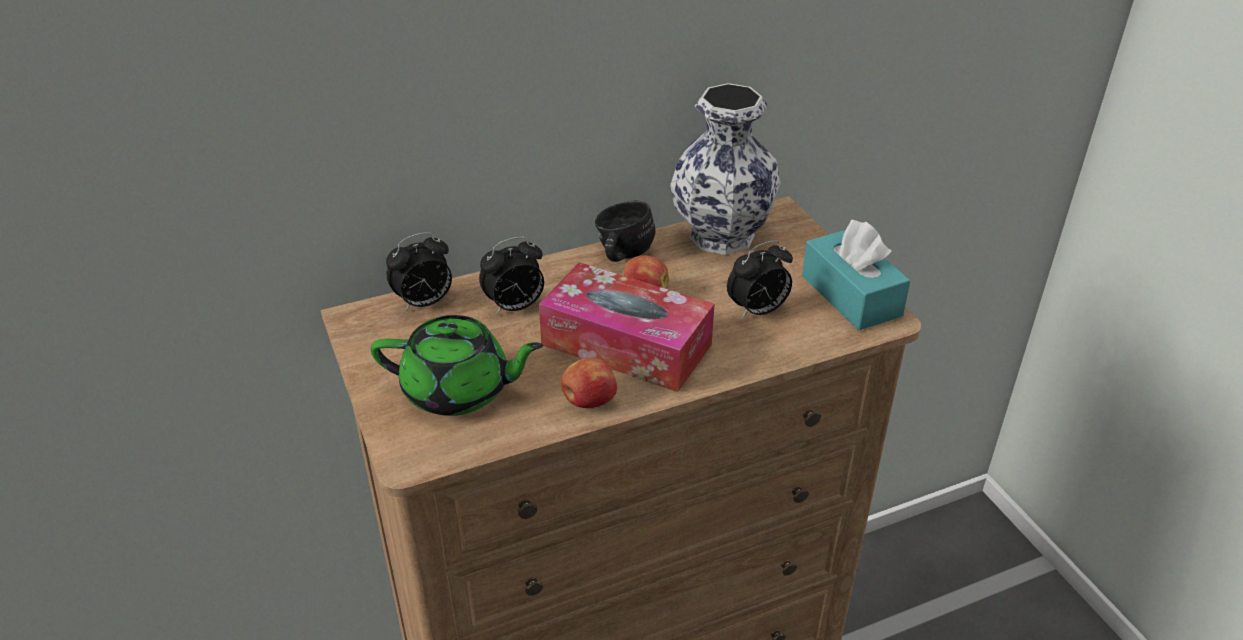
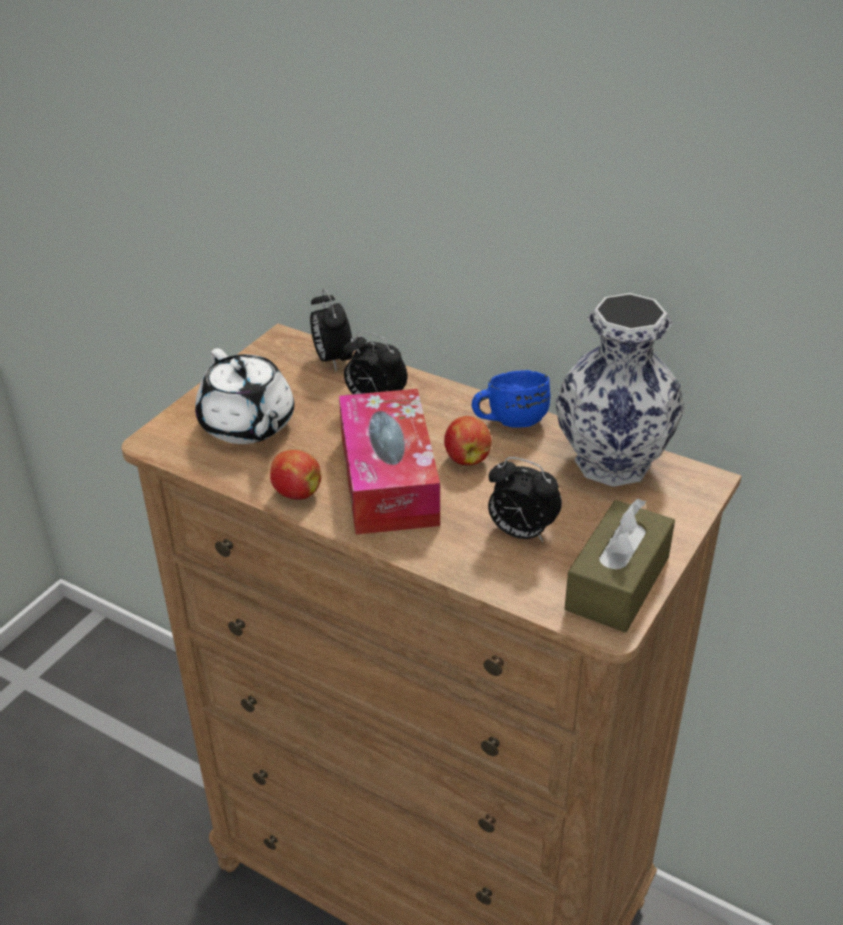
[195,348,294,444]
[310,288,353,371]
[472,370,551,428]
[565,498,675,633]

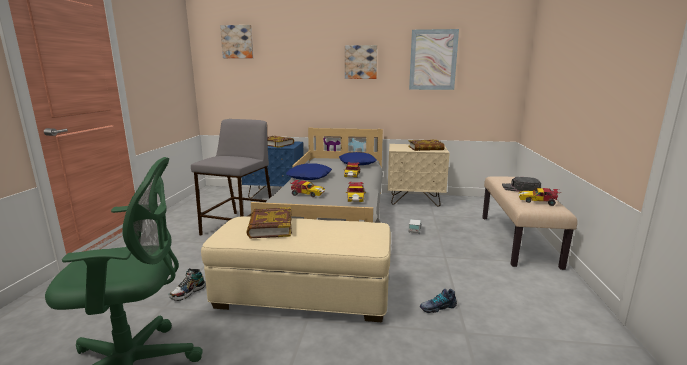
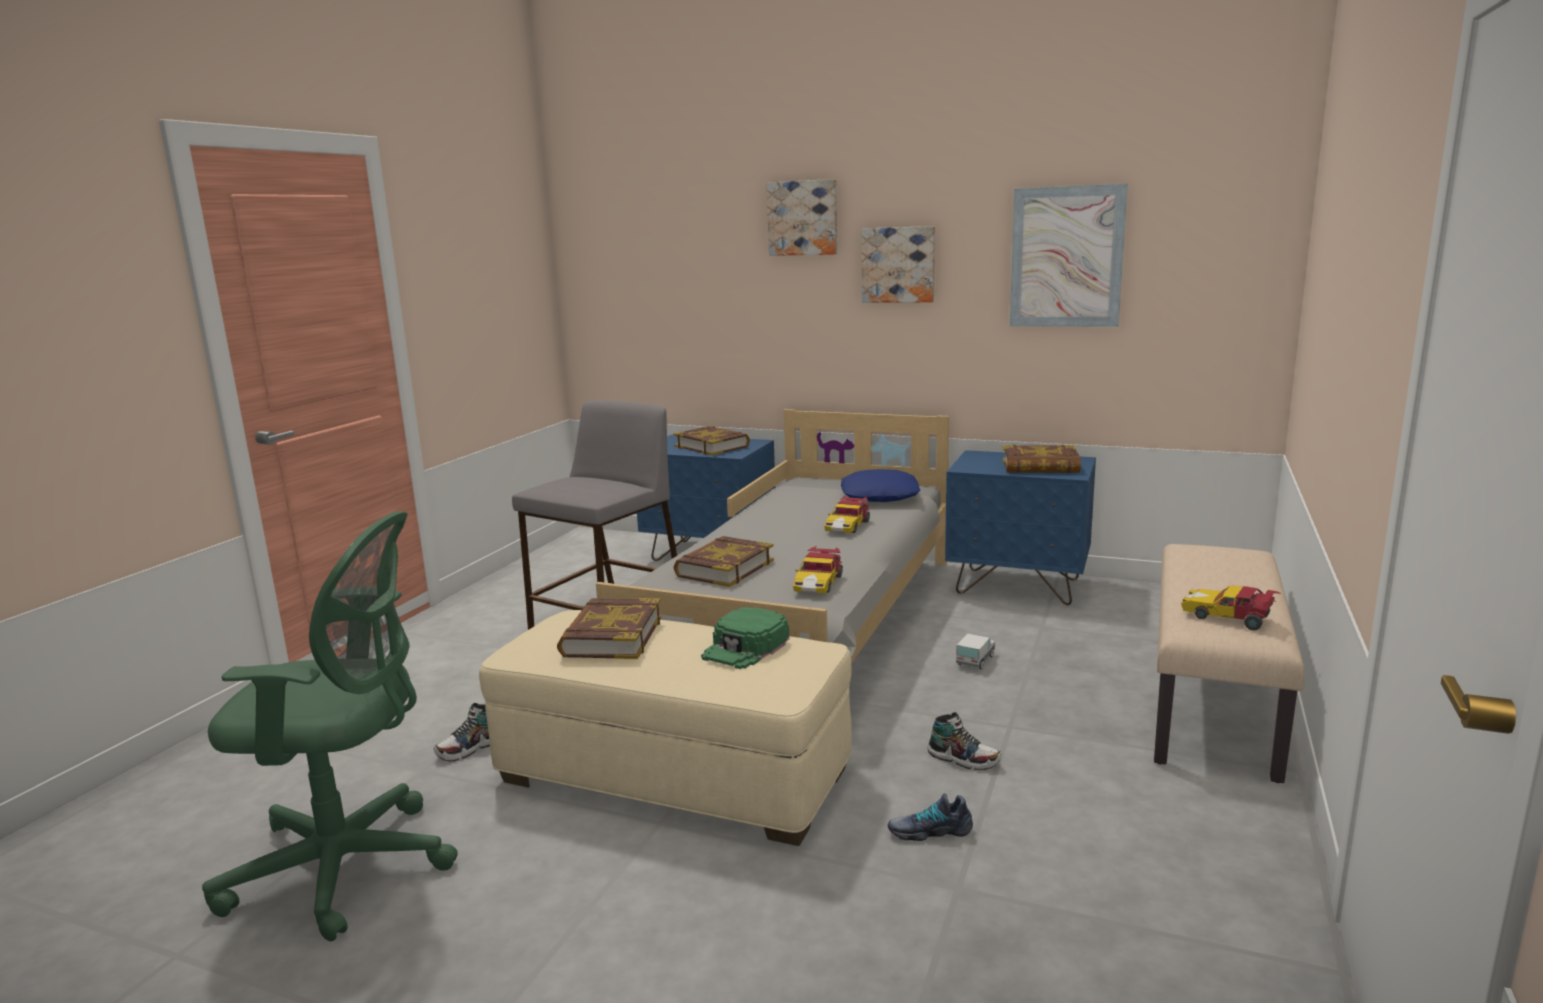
[766,179,838,256]
[286,163,332,180] (first image)
[674,536,774,587]
[945,450,1096,605]
[502,177,541,192] (first image)
[701,607,789,669]
[928,712,1002,770]

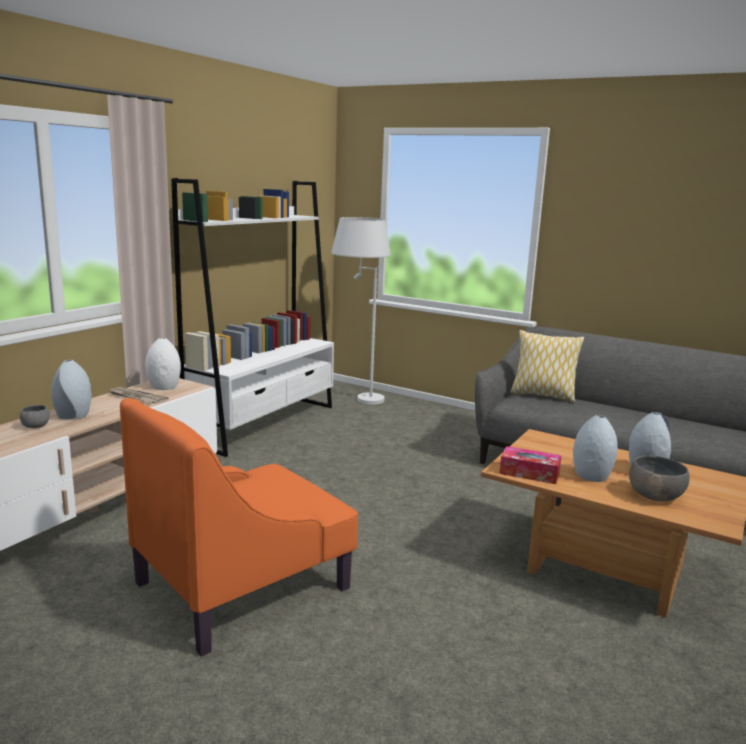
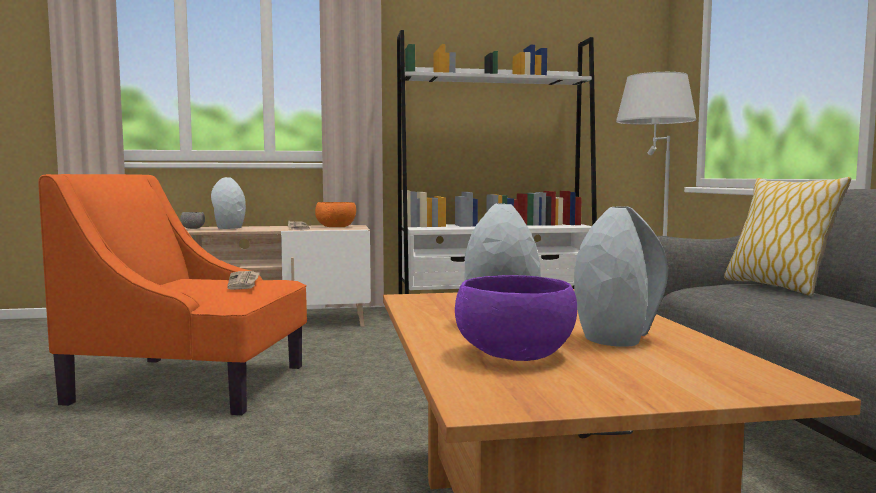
[315,202,356,227]
[499,446,561,484] (first image)
[455,275,577,361]
[227,271,260,290]

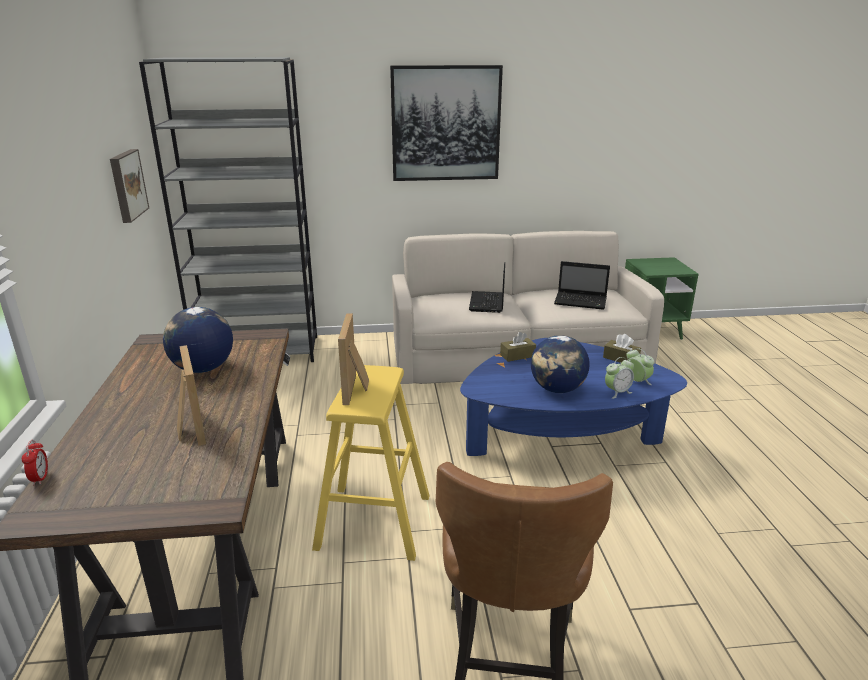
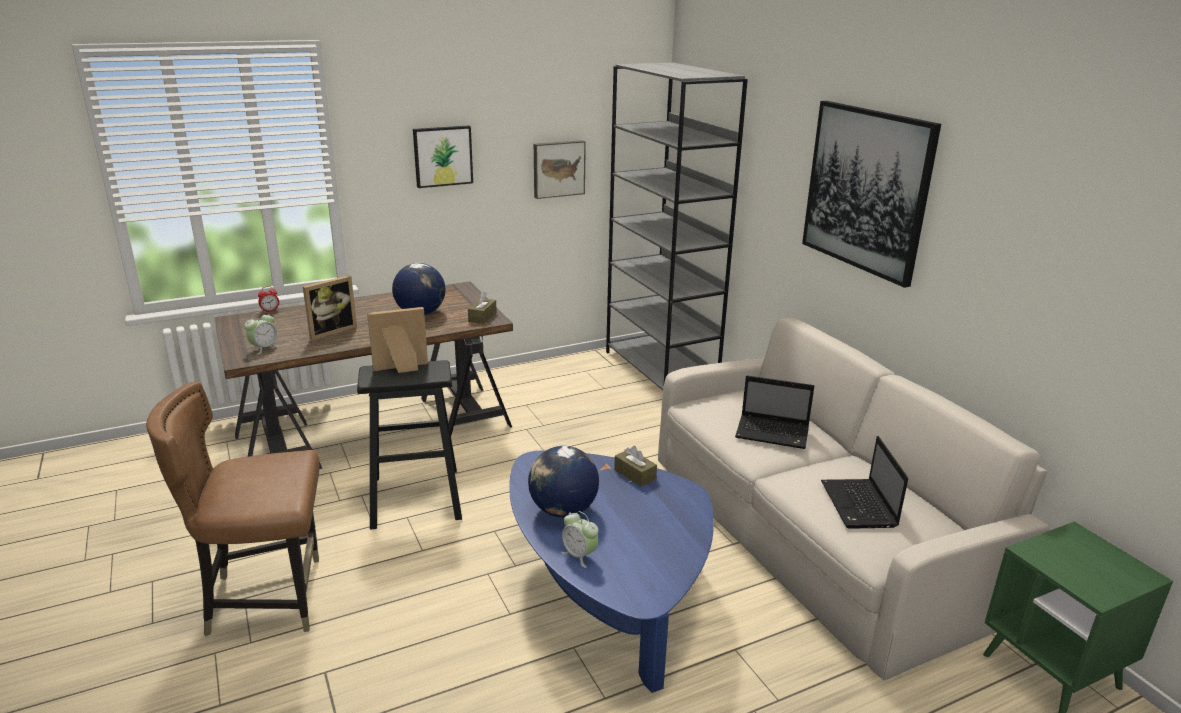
[357,360,462,530]
[735,376,814,449]
[468,292,497,324]
[244,312,279,355]
[413,125,473,188]

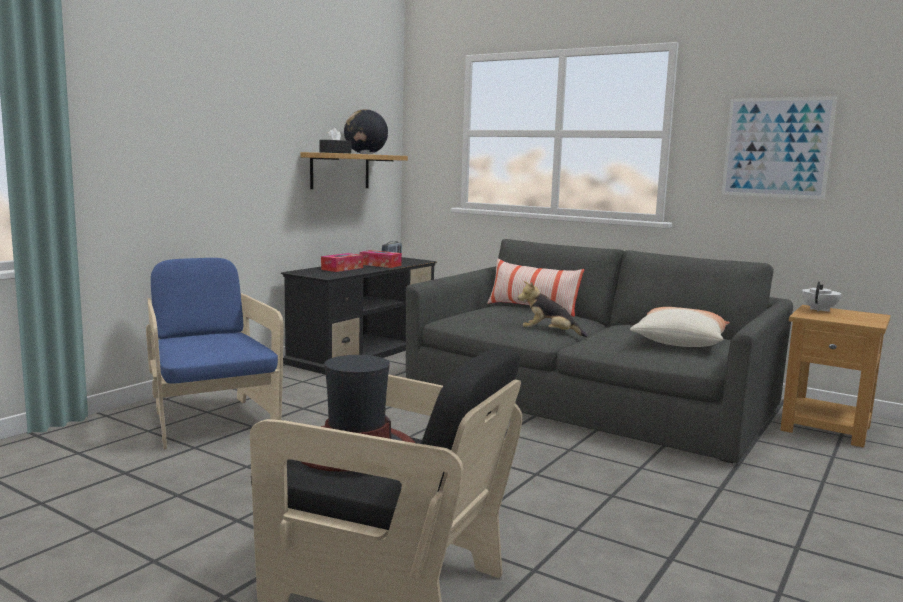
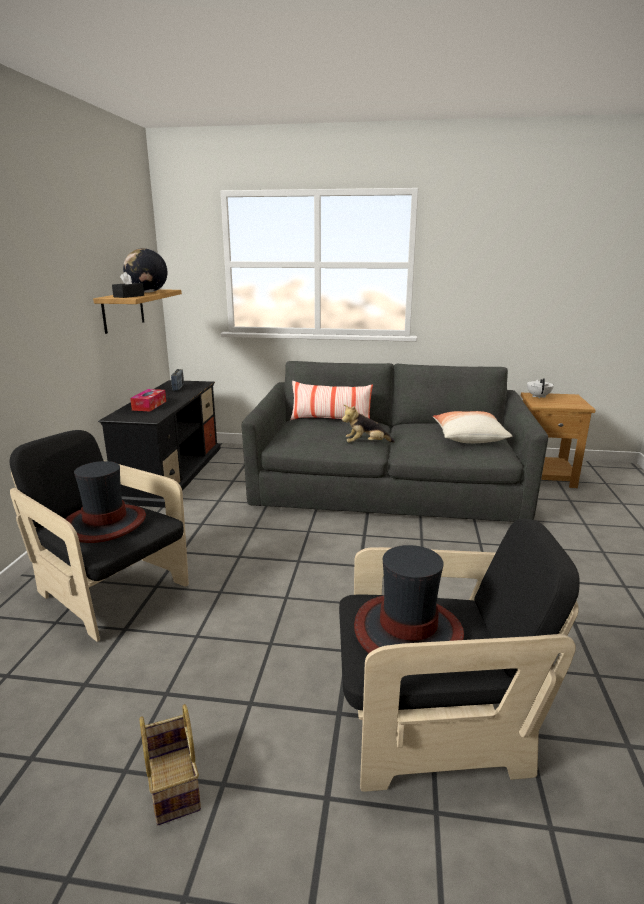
[9,430,189,642]
[360,250,402,268] (first image)
[721,96,837,199] (first image)
[65,461,146,543]
[140,704,201,825]

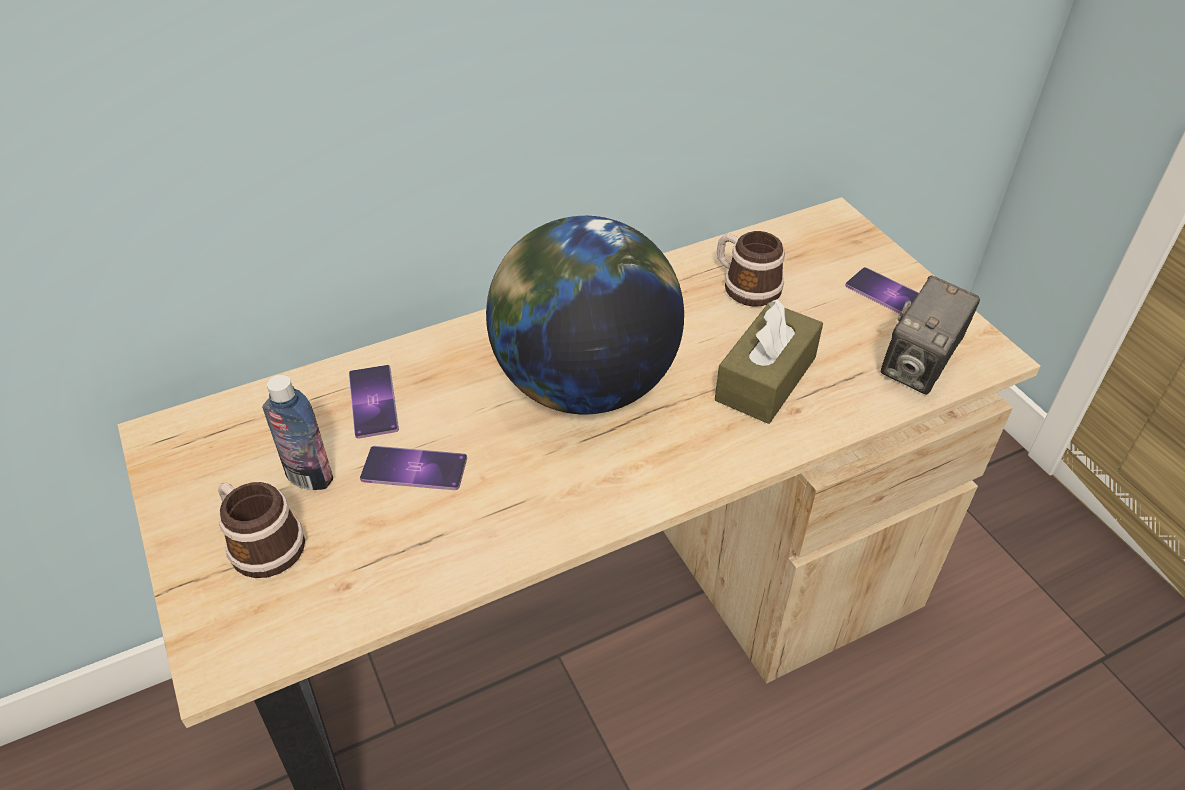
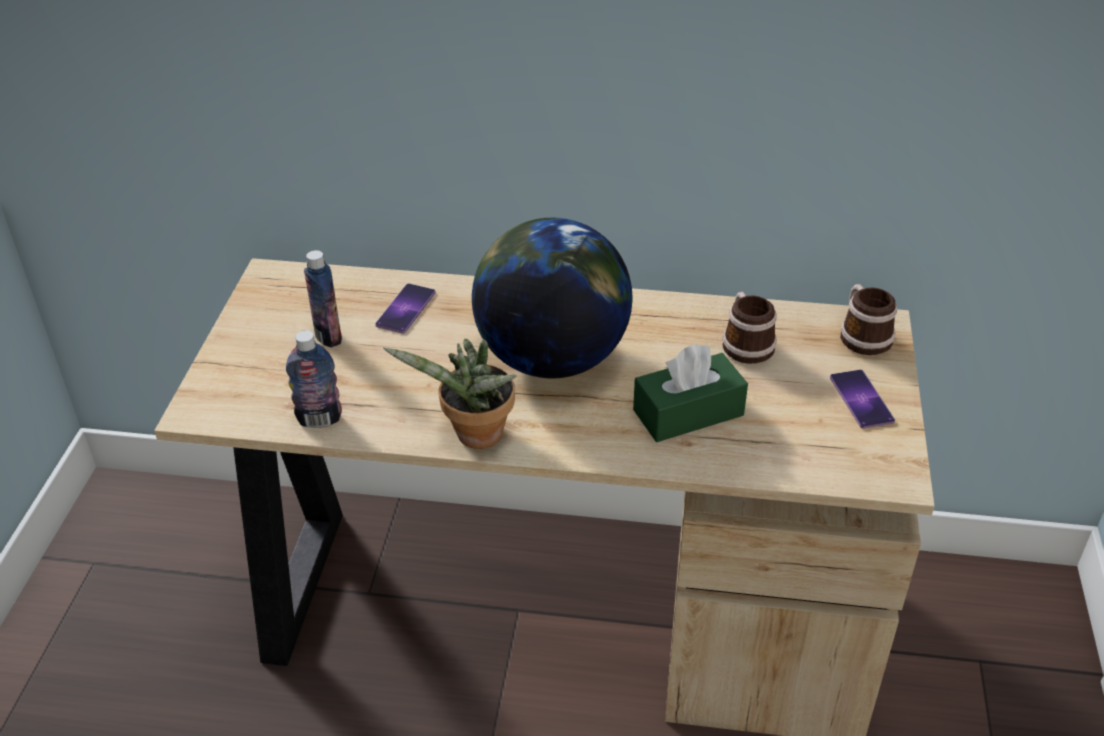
[840,284,897,355]
[360,446,467,490] (first image)
[633,344,748,442]
[881,275,980,395] (first image)
[286,330,342,428]
[383,339,517,449]

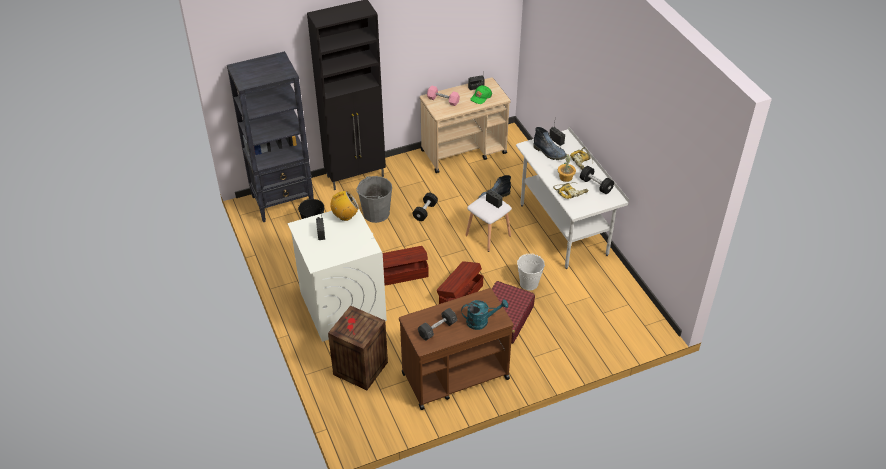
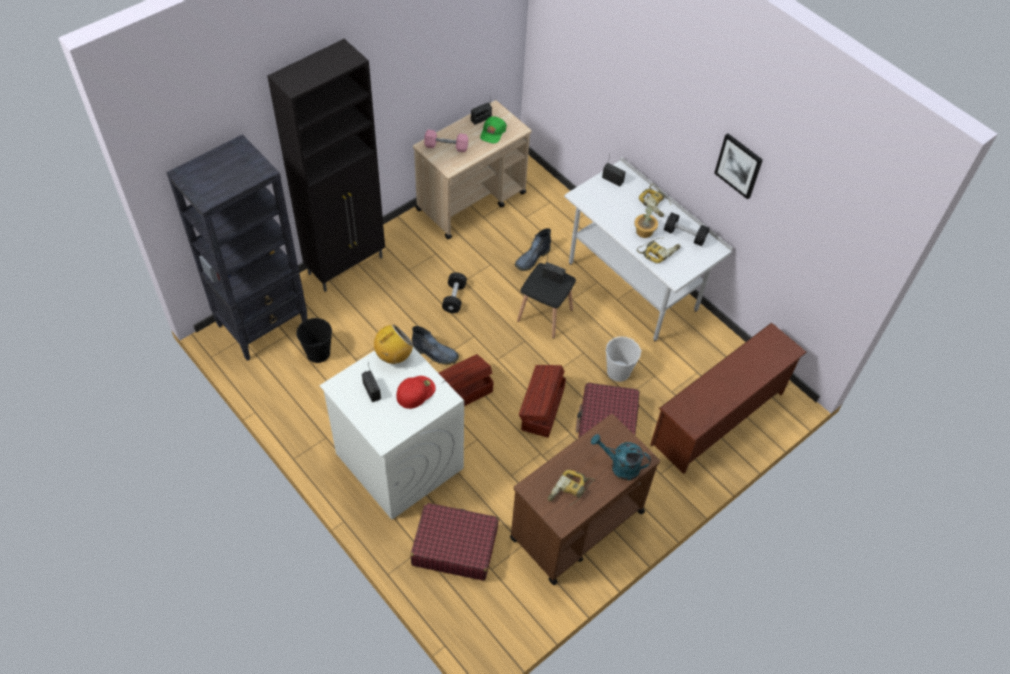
[410,503,499,581]
[356,176,392,223] (first image)
[548,470,595,506]
[591,434,651,480]
[517,263,576,339]
[412,326,459,364]
[396,376,436,409]
[650,323,807,474]
[714,133,763,200]

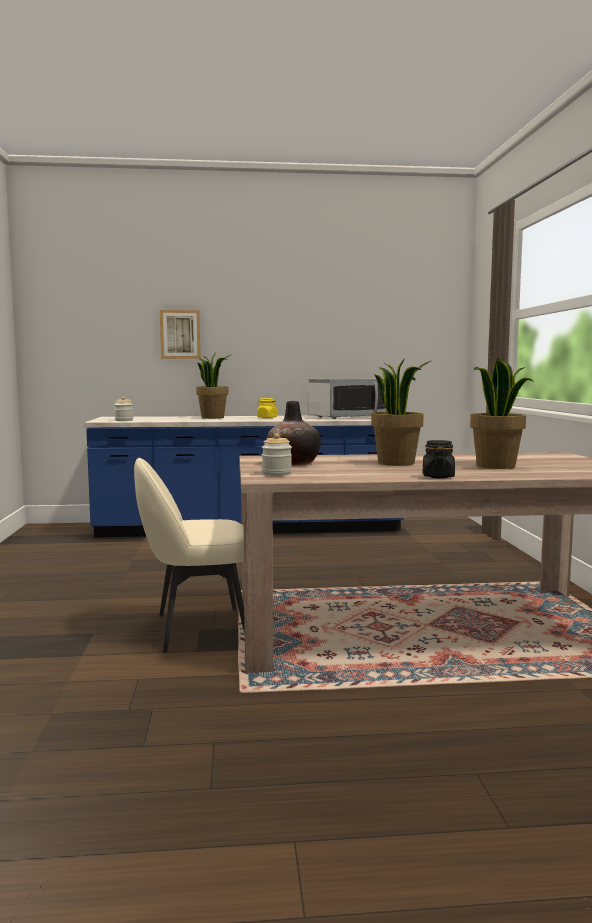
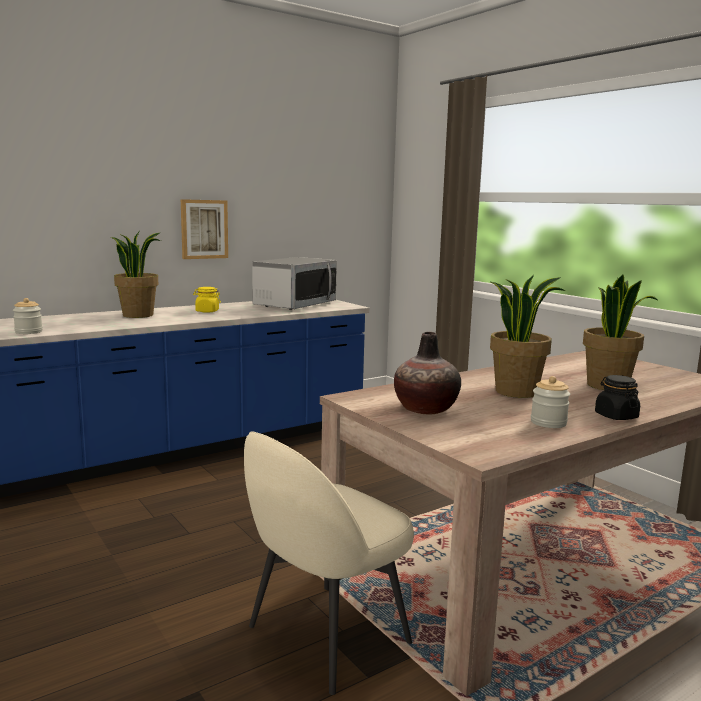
[181,199,228,259]
[531,376,570,428]

